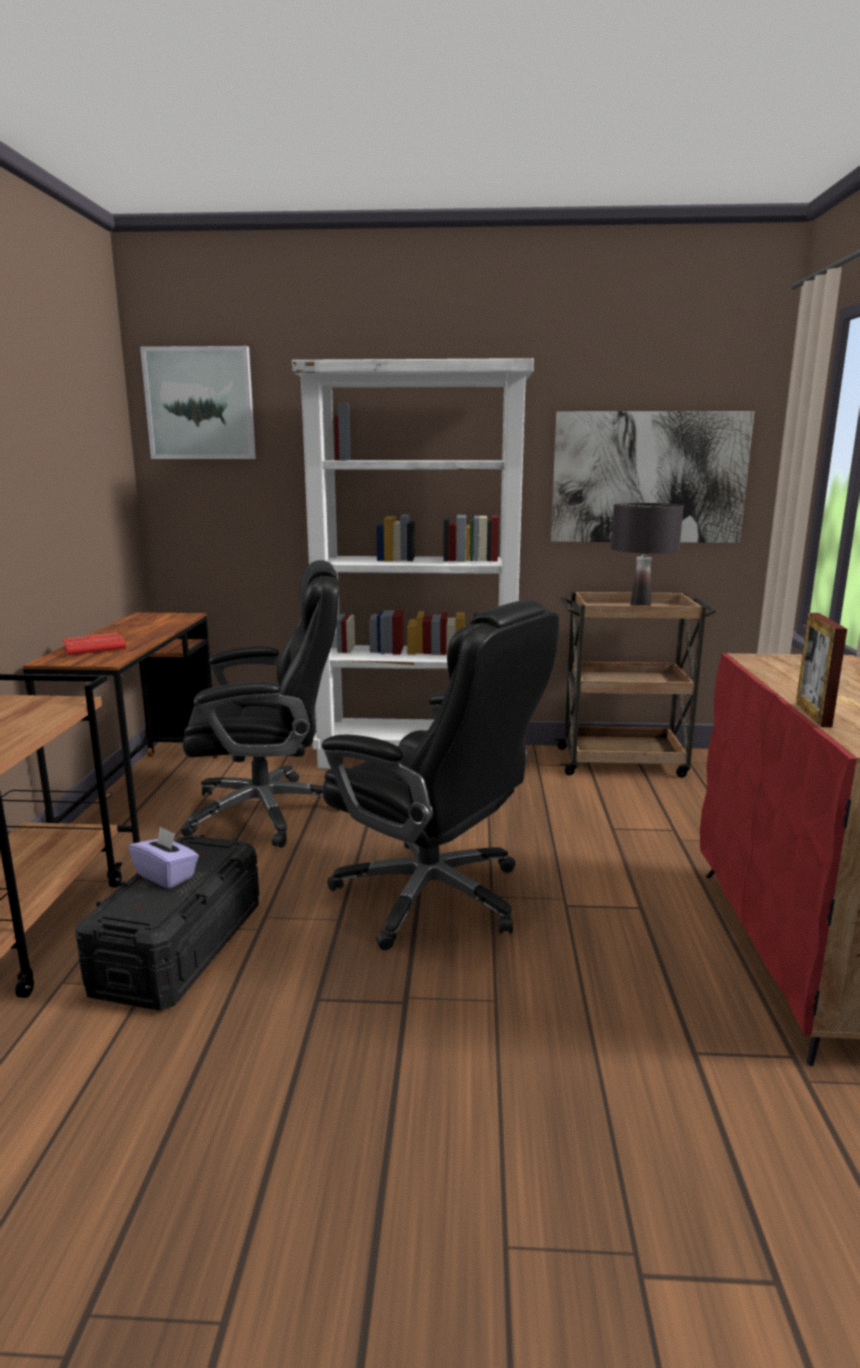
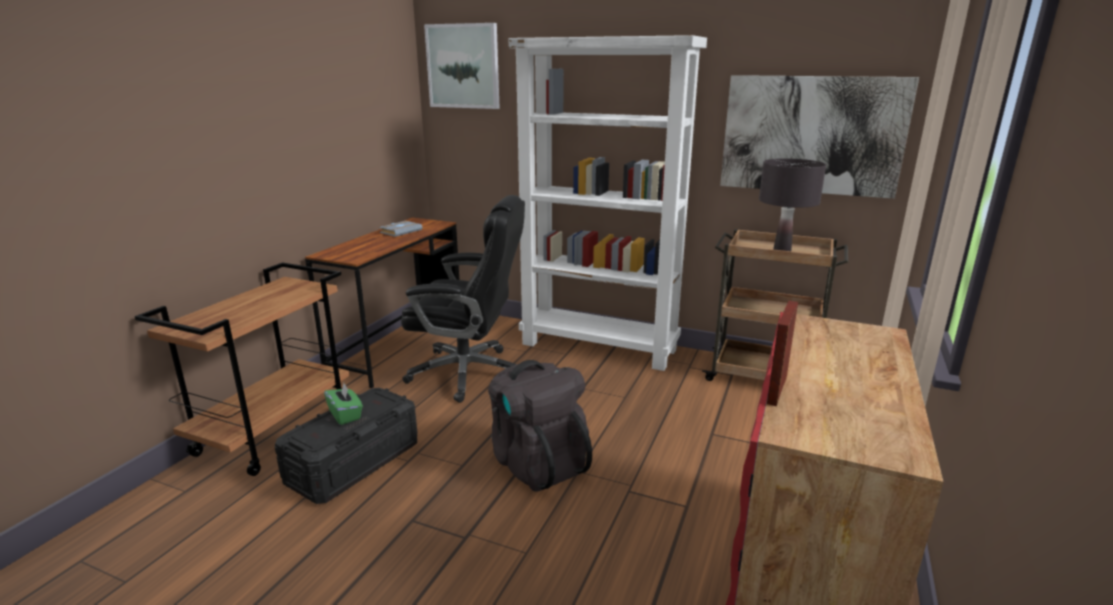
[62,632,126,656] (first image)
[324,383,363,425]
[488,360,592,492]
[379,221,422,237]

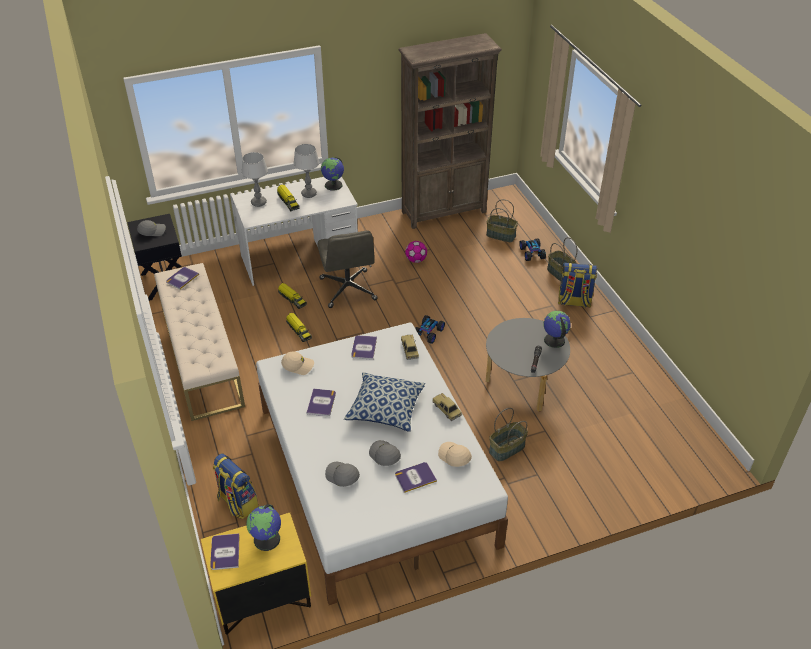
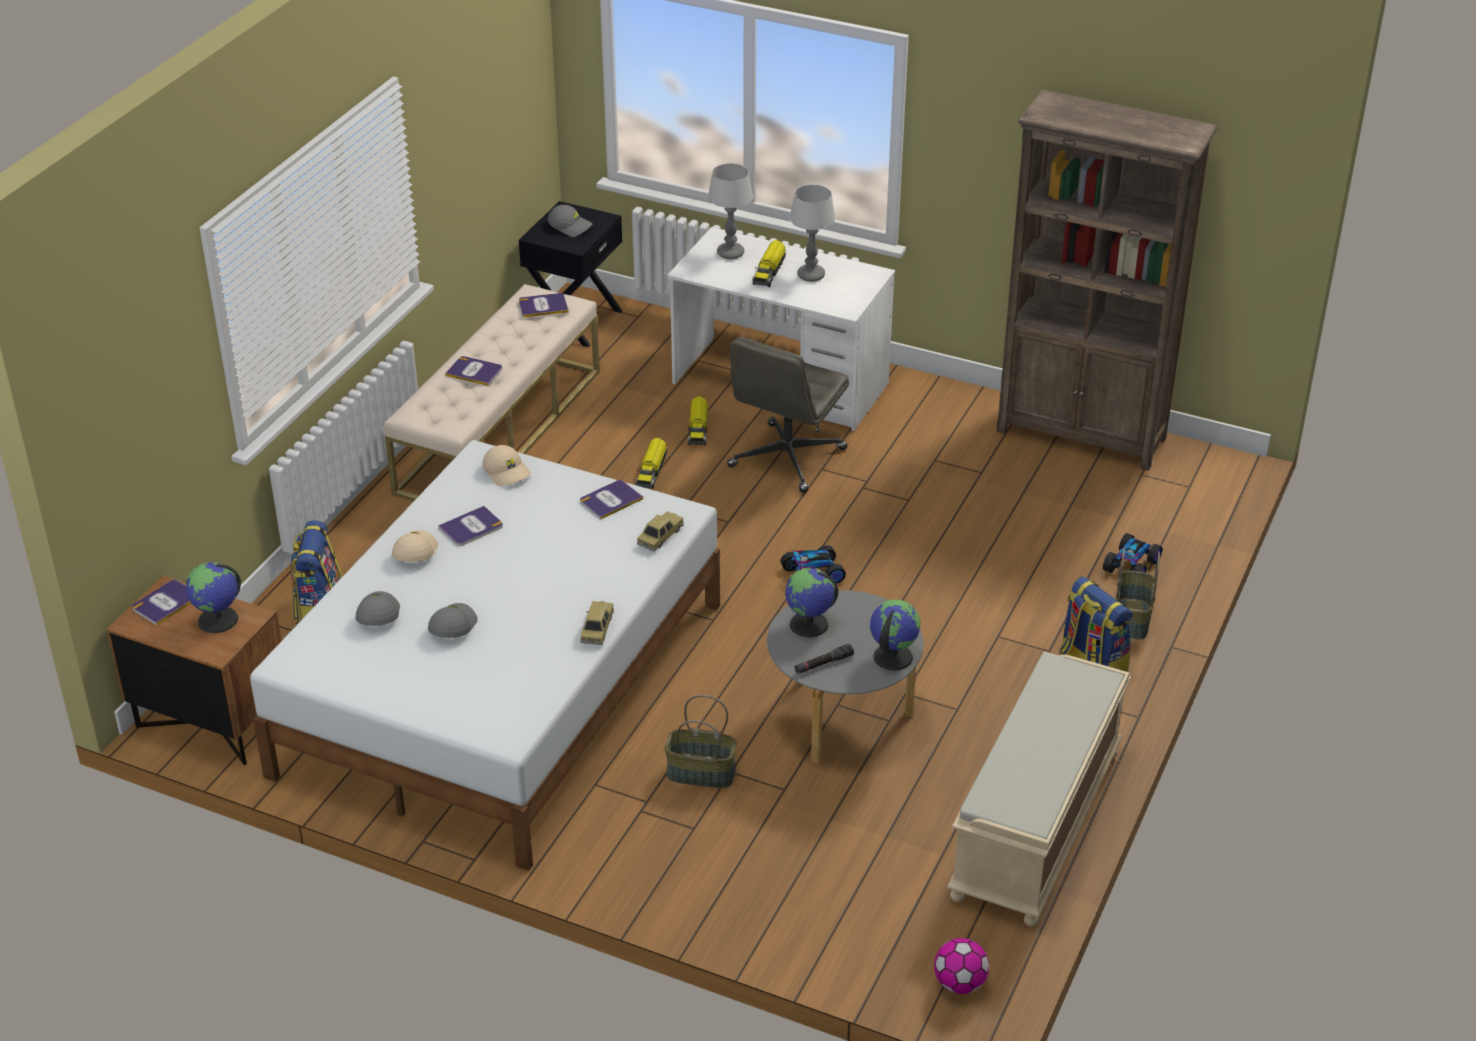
[107,575,282,765]
[785,568,838,637]
[344,372,425,432] (first image)
[445,356,502,386]
[934,938,989,994]
[392,530,438,562]
[486,199,518,242] (first image)
[947,651,1131,927]

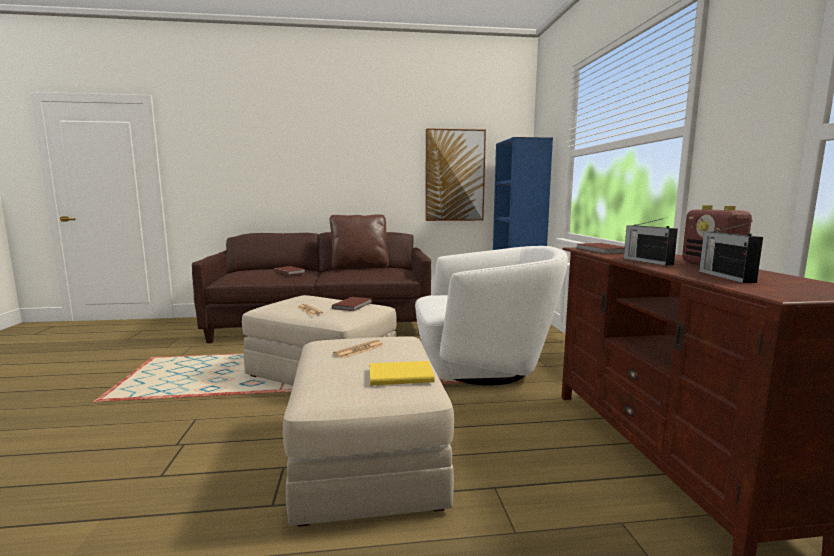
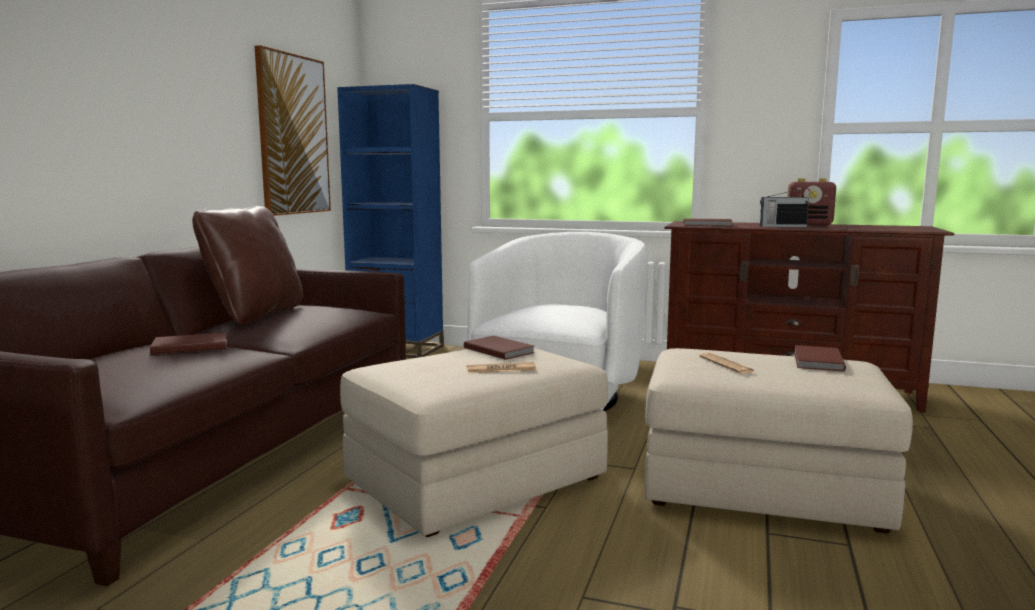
[794,345,846,372]
[699,223,763,283] (first image)

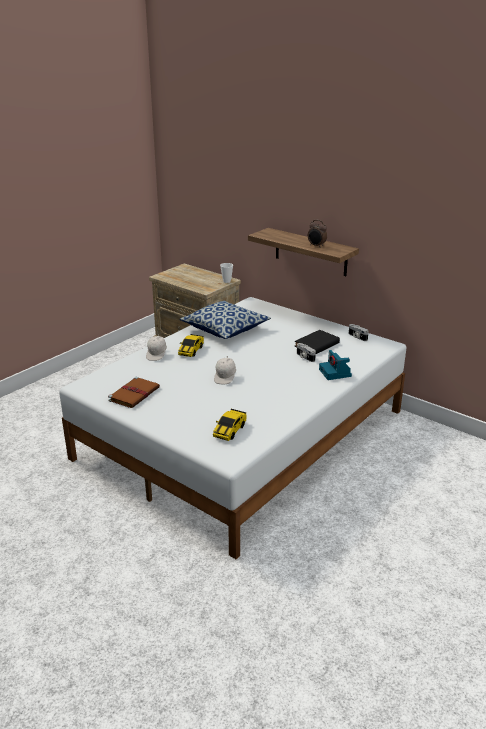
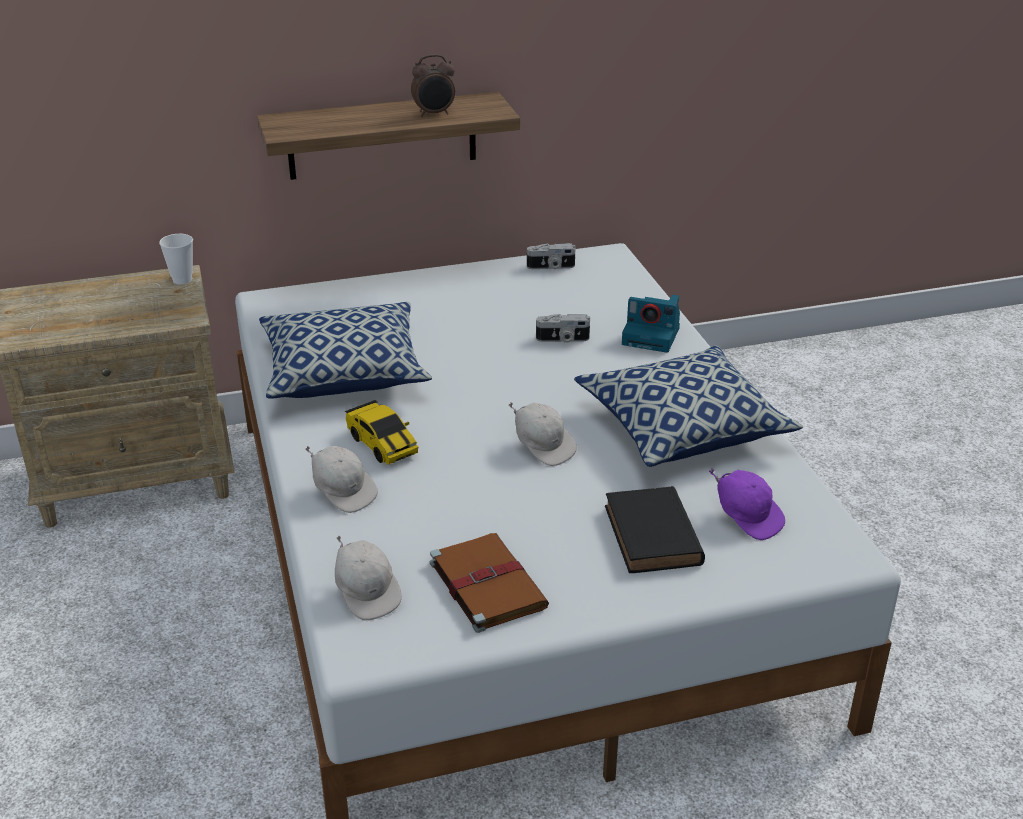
[709,469,785,540]
[605,486,705,573]
[335,535,402,620]
[574,346,803,467]

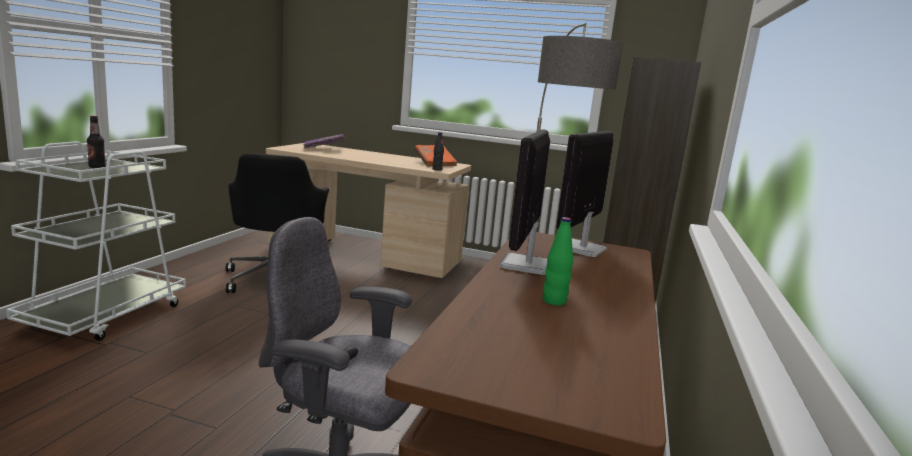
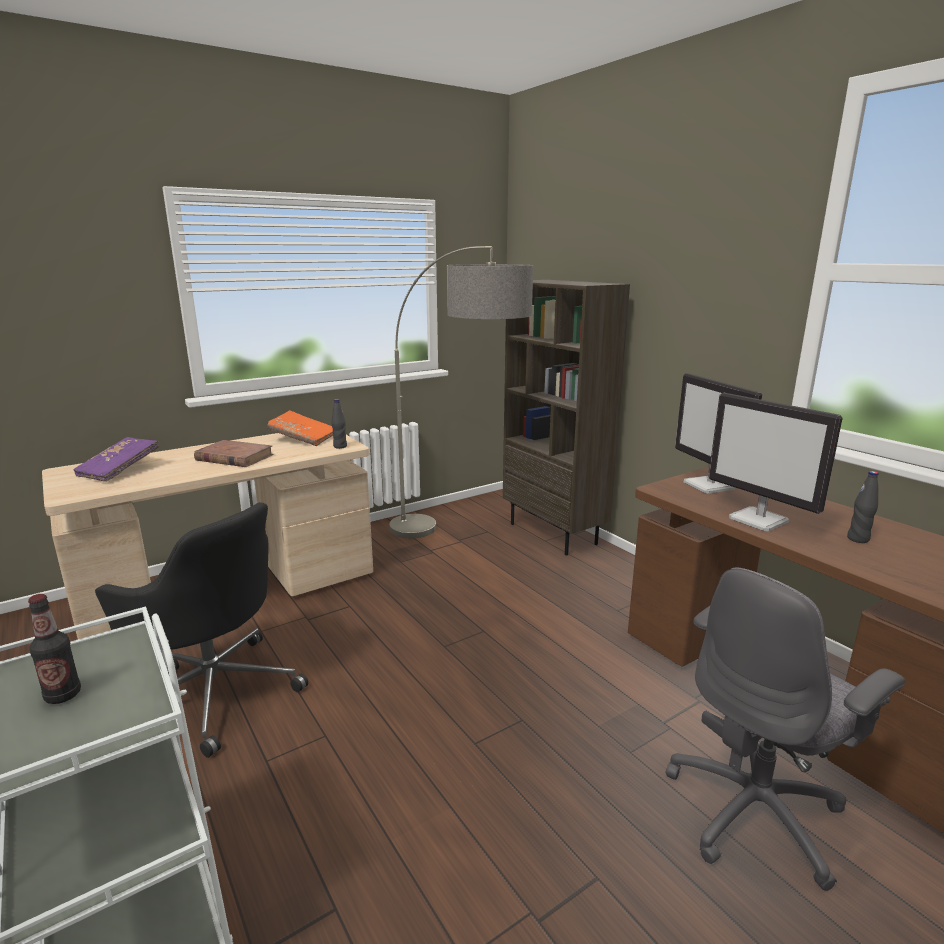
[847,471,878,543]
[194,440,273,467]

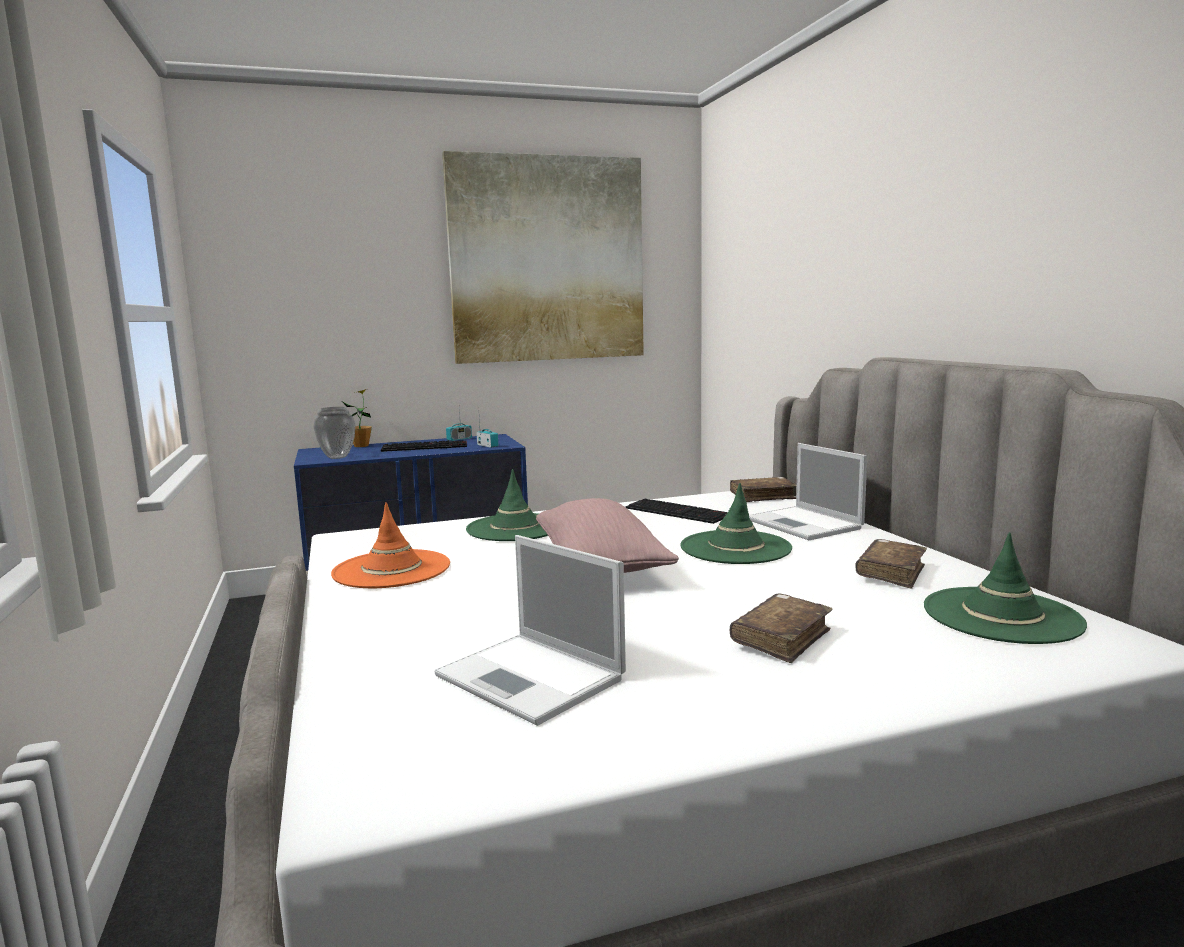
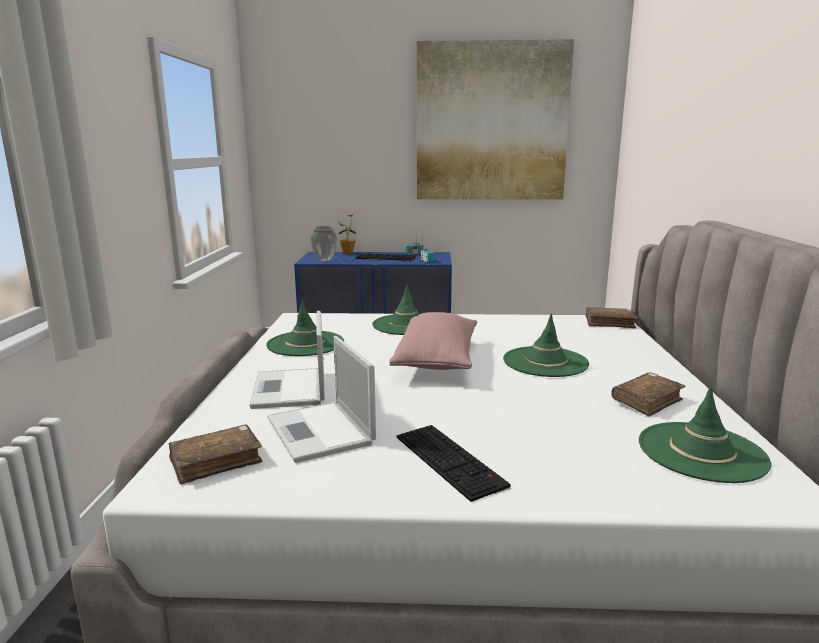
[266,300,344,356]
[397,425,511,502]
[168,425,262,485]
[249,310,325,409]

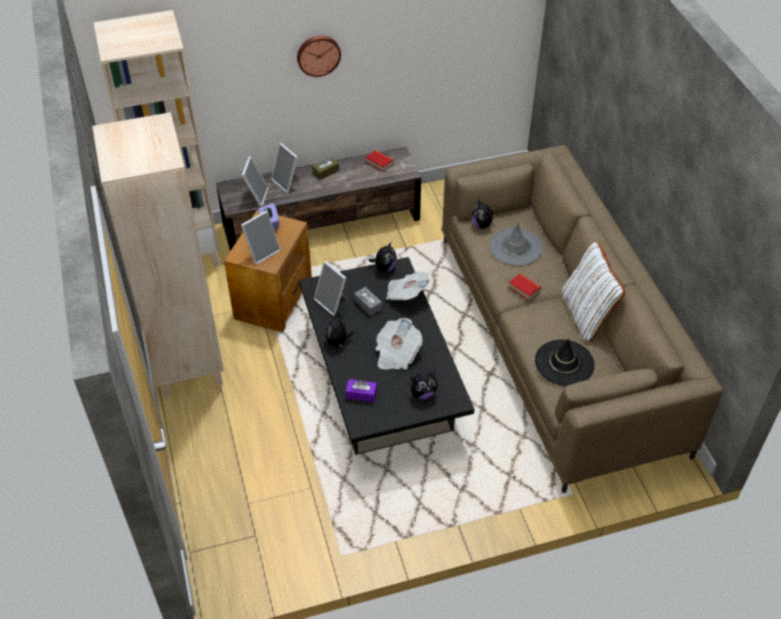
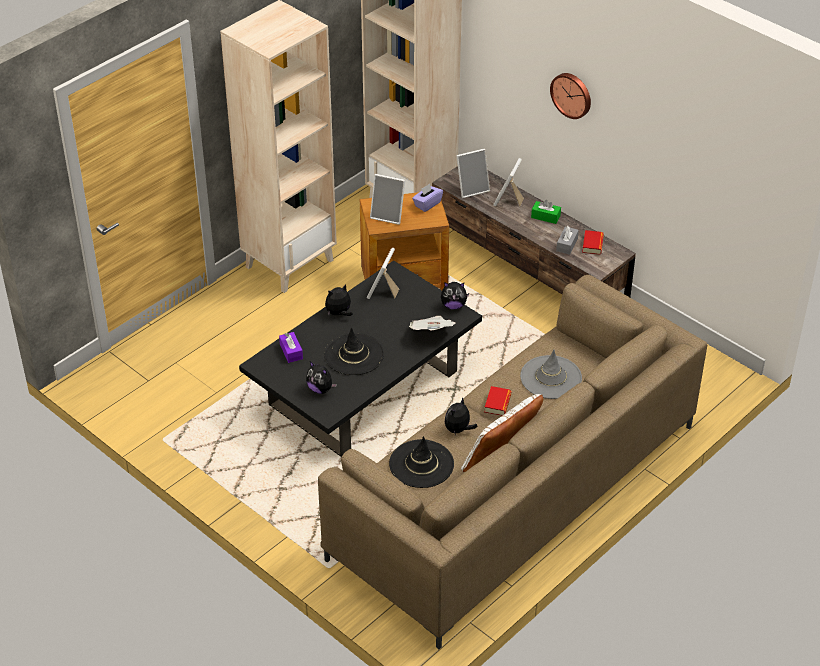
[531,200,561,224]
[556,226,579,255]
[324,328,384,375]
[445,397,478,435]

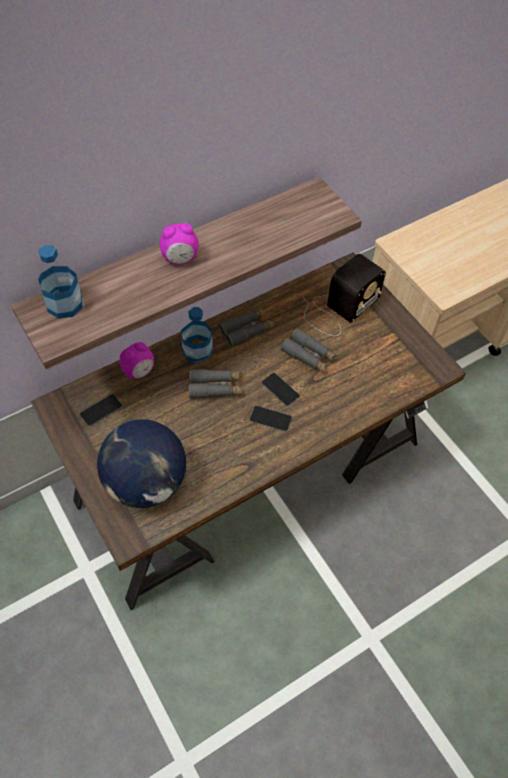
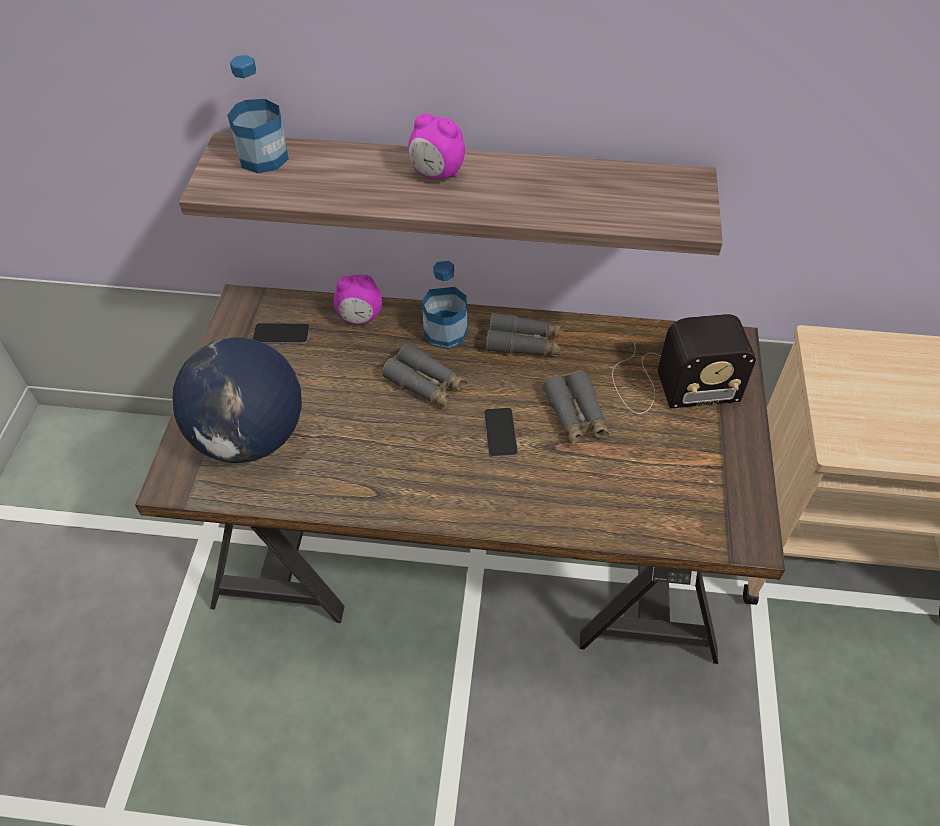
[250,406,292,432] (first image)

